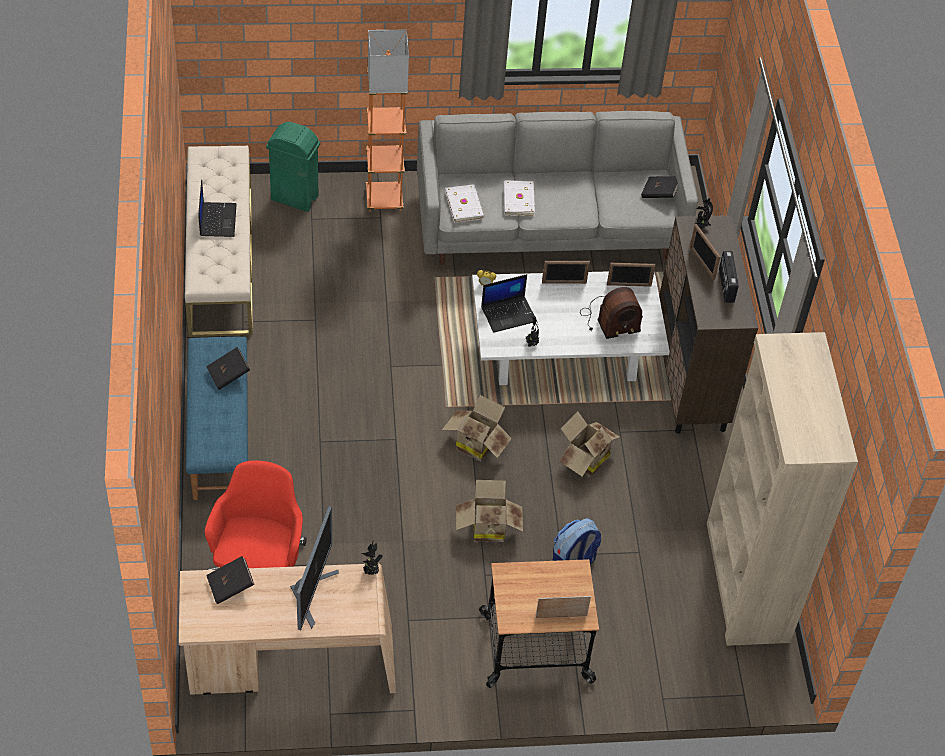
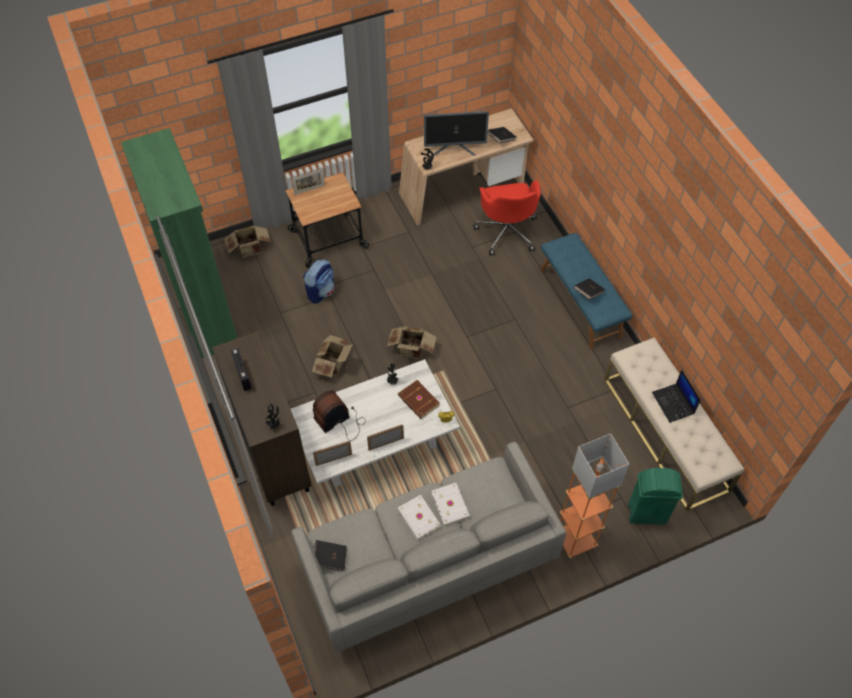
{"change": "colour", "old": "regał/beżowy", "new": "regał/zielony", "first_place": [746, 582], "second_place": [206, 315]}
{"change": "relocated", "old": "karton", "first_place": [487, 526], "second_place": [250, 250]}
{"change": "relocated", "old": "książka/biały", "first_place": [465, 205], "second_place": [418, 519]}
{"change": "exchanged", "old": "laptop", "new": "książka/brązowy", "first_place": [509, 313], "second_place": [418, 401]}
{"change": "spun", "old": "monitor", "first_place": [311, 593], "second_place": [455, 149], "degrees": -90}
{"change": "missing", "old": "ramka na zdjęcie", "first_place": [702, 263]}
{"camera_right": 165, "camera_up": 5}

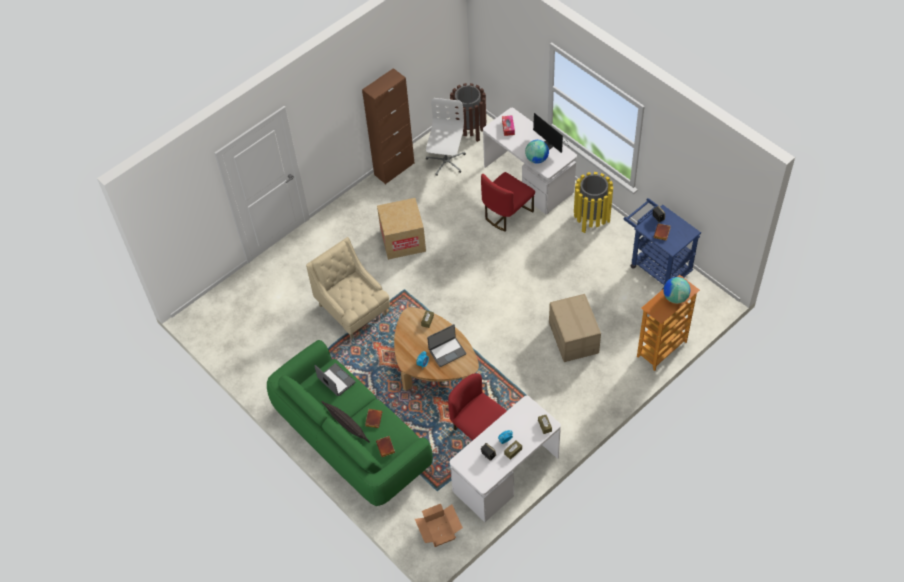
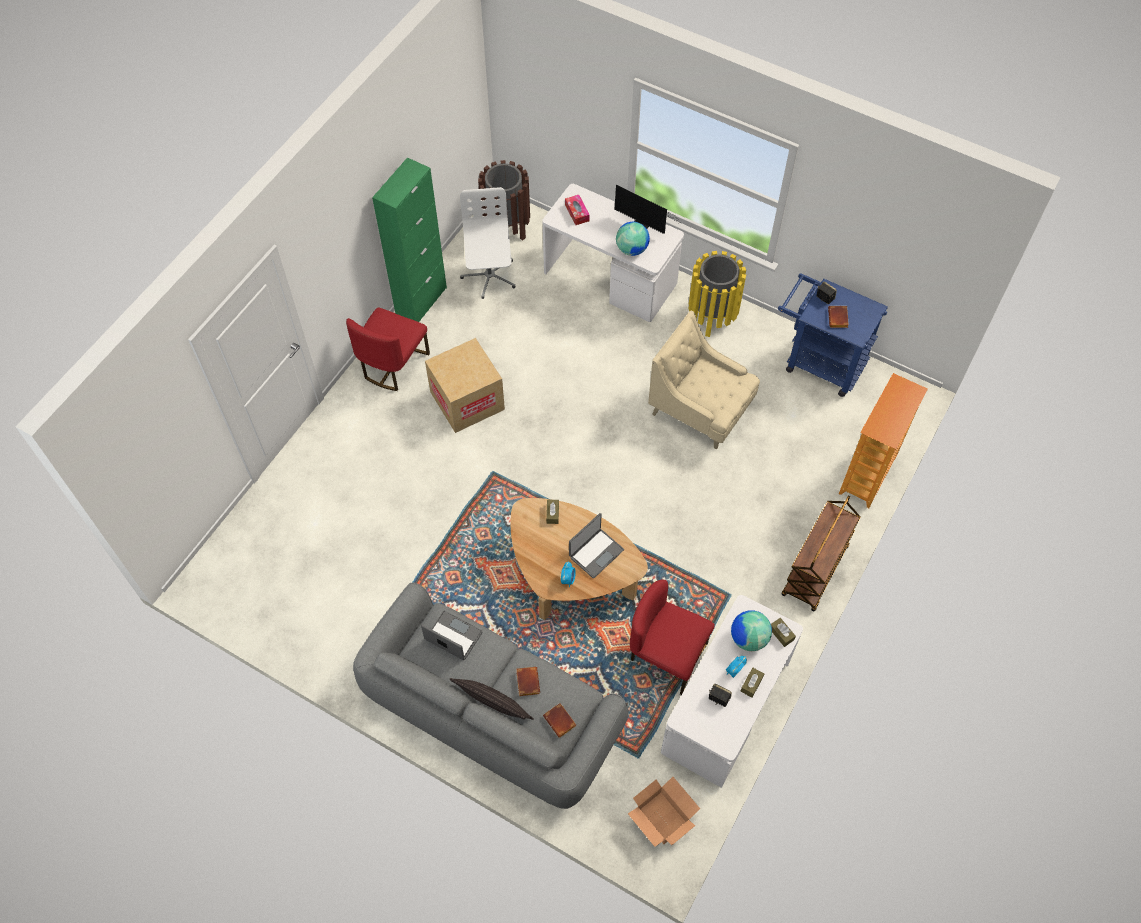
{"change": "relocated", "old": "krzesło/czerwony", "first_place": [506, 214], "second_place": [393, 364]}
{"change": "colour", "old": "kanapa/zielony", "new": "kanapa/szary", "first_place": [352, 440], "second_place": [492, 713]}
{"change": "colour", "old": "szafka/brązowy", "new": "szafka/zielony", "first_place": [394, 169], "second_place": [421, 301]}
{"change": "relocated", "old": "fotel/beżowy", "first_place": [353, 310], "second_place": [700, 410]}
{"change": "relocated", "old": "globus", "first_place": [675, 297], "second_place": [748, 638]}
{"change": "appeared", "new": "wózek/brązowy", "second_place": [815, 571]}
{"change": "missing", "old": "karton", "first_place": [574, 338]}
{"camera_right": -20, "camera_up": 5}

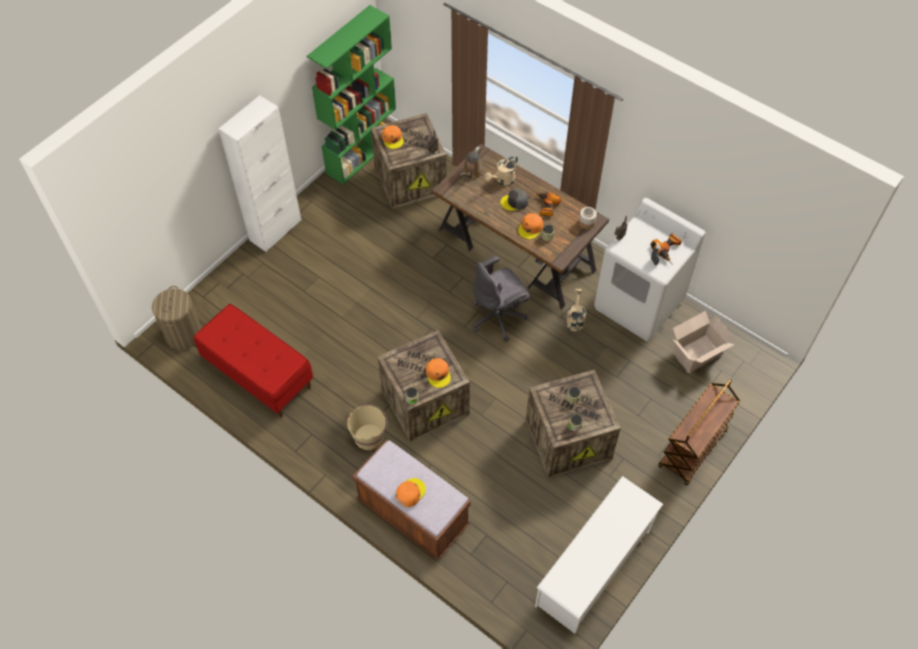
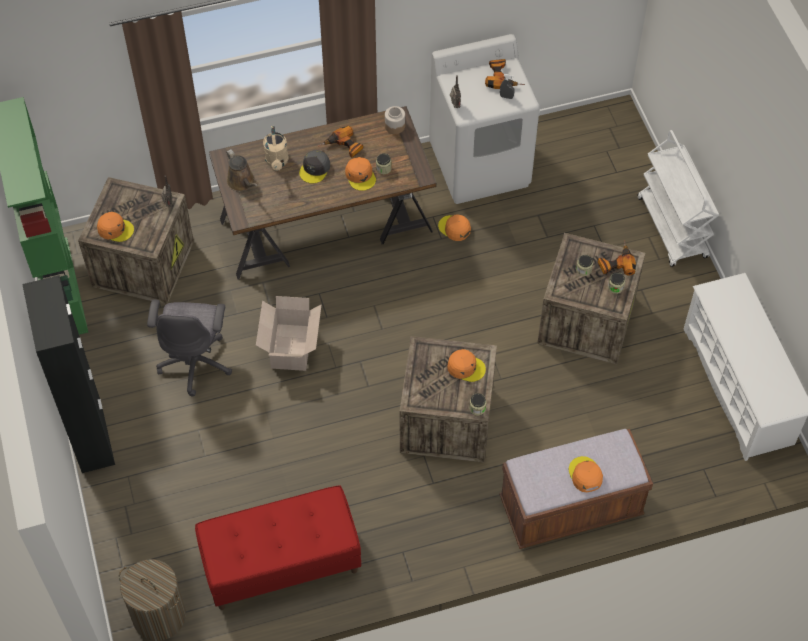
{"change": "colour", "old": "szafka/biały", "new": "szafka/czarny", "first_place": [275, 230], "second_place": [91, 437]}
{"change": "relocated", "old": "krzesło biurowe/szary", "first_place": [498, 317], "second_place": [196, 362]}
{"change": "relocated", "old": "karton", "first_place": [695, 354], "second_place": [290, 349]}
{"change": "exchanged", "old": "konewka/beżowy", "new": "czapka z daszkiem/pomarańczowy", "first_place": [575, 319], "second_place": [454, 228]}
{"change": "appeared", "new": "wiertarka", "second_place": [615, 263]}
{"change": "colour", "old": "wózek/brązowy", "new": "wózek/biały", "first_place": [692, 449], "second_place": [672, 228]}
{"change": "missing", "old": "wiadro/beżowy", "first_place": [369, 436]}
{"camera_right": -55, "camera_up": 0}

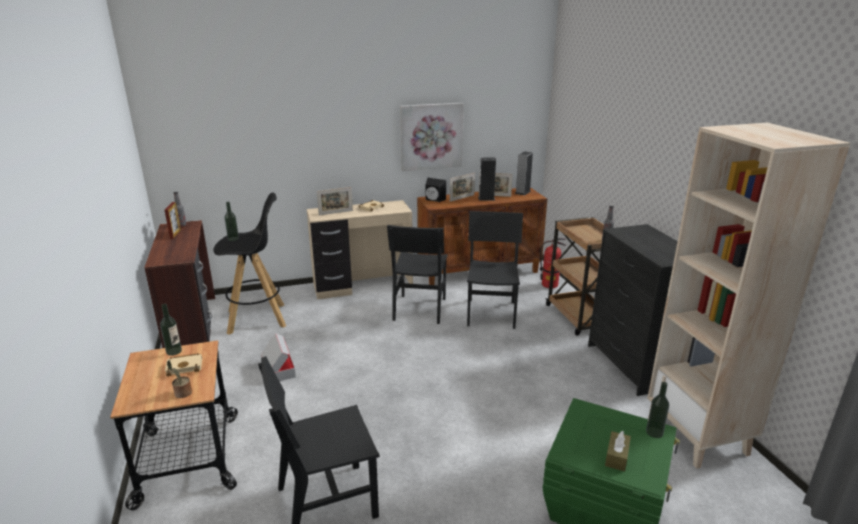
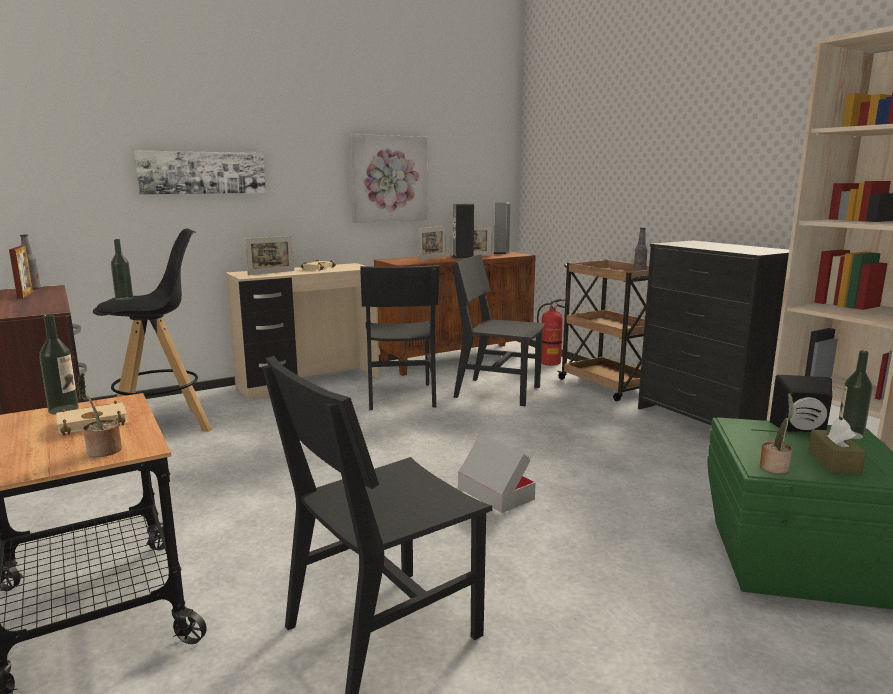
{"change": "appeared", "new": "obraz", "second_place": [202, 173]}
{"change": "spun", "old": "krzesło/czarny", "first_place": [491, 313], "second_place": [497, 392], "degrees": -60}
{"change": "relocated", "old": "karton", "first_place": [278, 369], "second_place": [495, 493]}
{"change": "appeared", "new": "roślina doniczkowa", "second_place": [775, 467]}
{"change": "relocated", "old": "głośnik/czarny", "first_place": [434, 200], "second_place": [801, 429]}
{"camera_right": -15, "camera_up": -10}

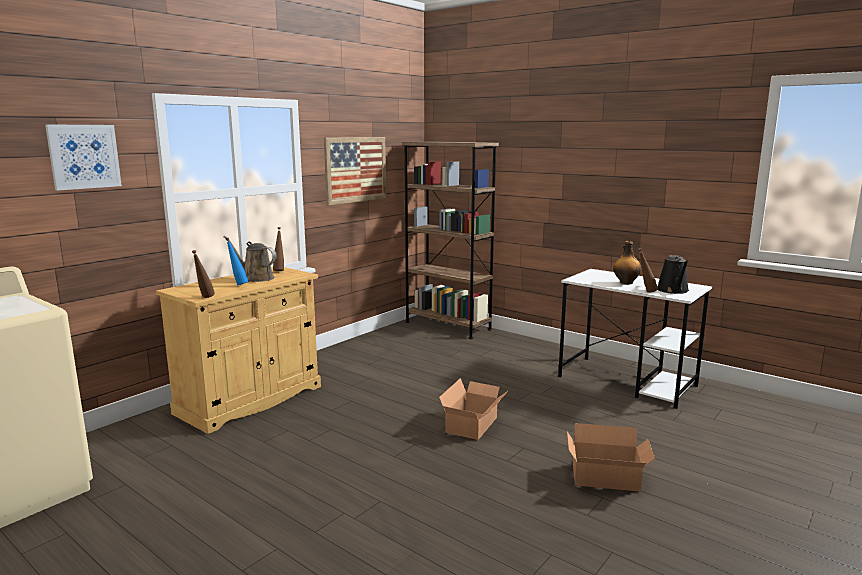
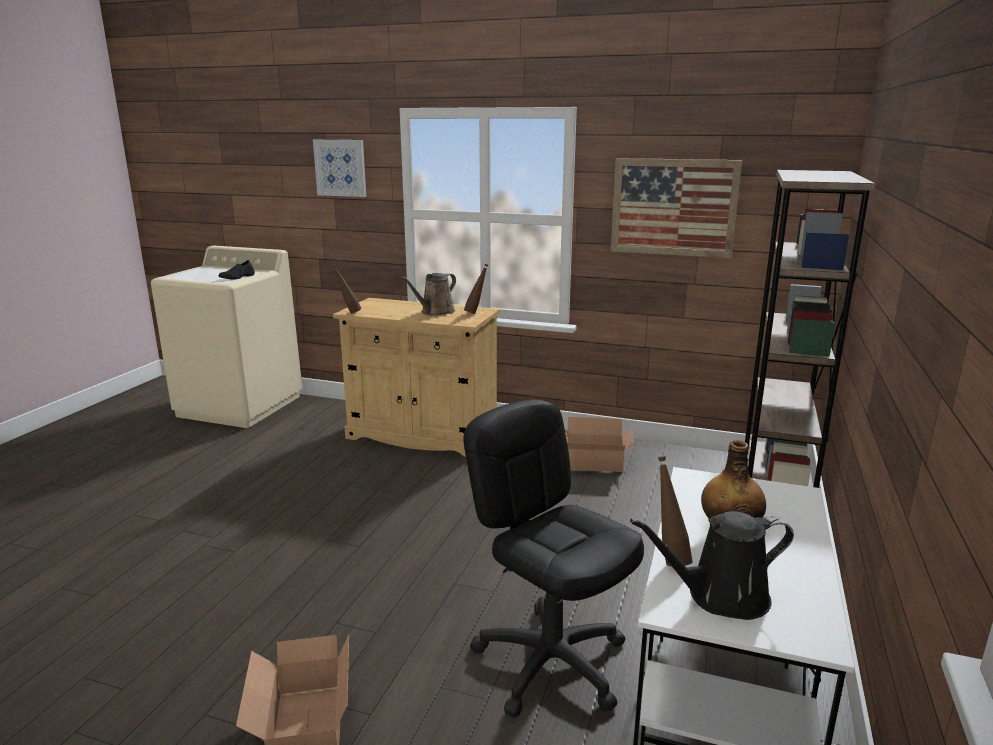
{"change": "appeared", "new": "but/czarny", "second_place": [237, 277]}
{"change": "spun", "old": "konewka/brązowy", "first_place": [255, 278], "second_place": [435, 312], "degrees": -150}
{"change": "appeared", "new": "krzesło biurowe/czarny", "second_place": [551, 662]}
{"change": "relocated", "old": "karton", "first_place": [474, 424], "second_place": [595, 463]}
{"change": "missing", "old": "butelka/niebieski", "first_place": [238, 284]}
{"camera_right": 70, "camera_up": 5}

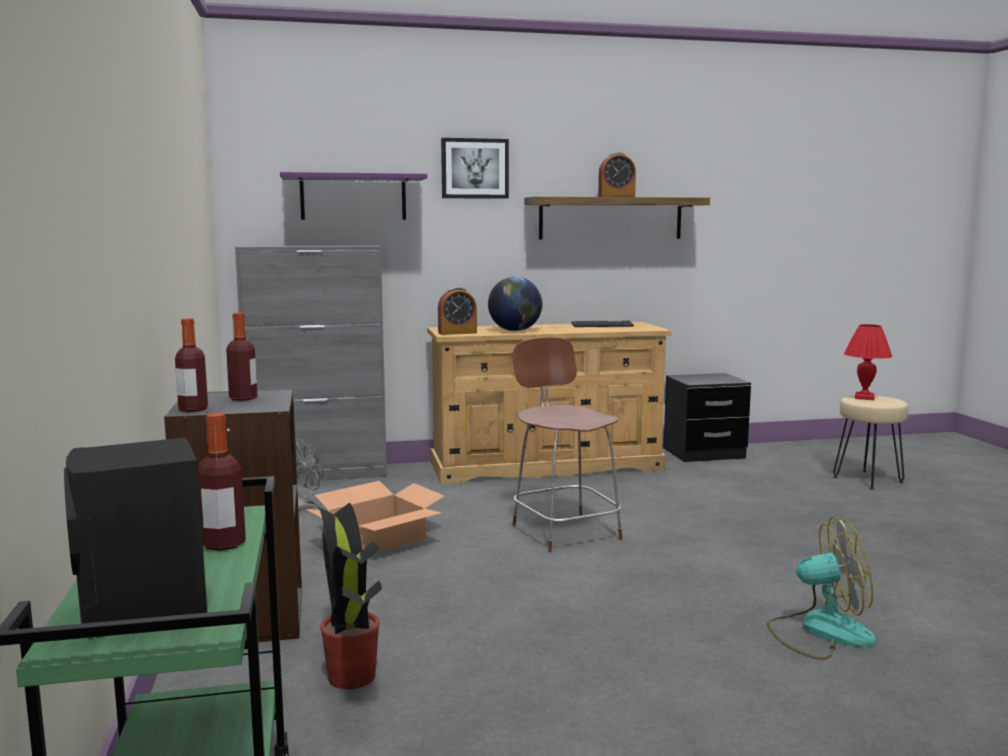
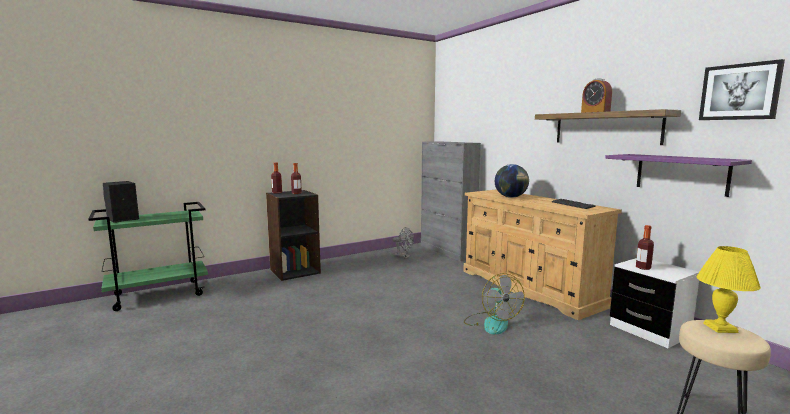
{"change": "relocated", "old": "wentylator", "first_place": [819, 632], "second_place": [491, 323]}
{"change": "relocated", "old": "półka/fioletowy", "first_place": [353, 197], "second_place": [681, 174]}
{"change": "colour", "old": "szafka nocna/czarny", "new": "szafka nocna/biały", "first_place": [704, 453], "second_place": [649, 330]}
{"change": "relocated", "old": "butelka", "first_place": [223, 544], "second_place": [643, 268]}
{"change": "colour", "old": "lampa stołowa/czerwony", "new": "lampa stołowa/żółty", "first_place": [864, 397], "second_place": [720, 327]}
{"change": "relocated", "old": "obraz", "first_place": [474, 168], "second_place": [739, 92]}
{"change": "missing", "old": "karton", "first_place": [377, 539]}
{"change": "missing", "old": "roślina doniczkowa", "first_place": [351, 675]}
{"change": "missing", "old": "budzik", "first_place": [457, 333]}
{"change": "missing", "old": "krzesło/brązowy", "first_place": [564, 530]}
{"camera_right": 70, "camera_up": 0}

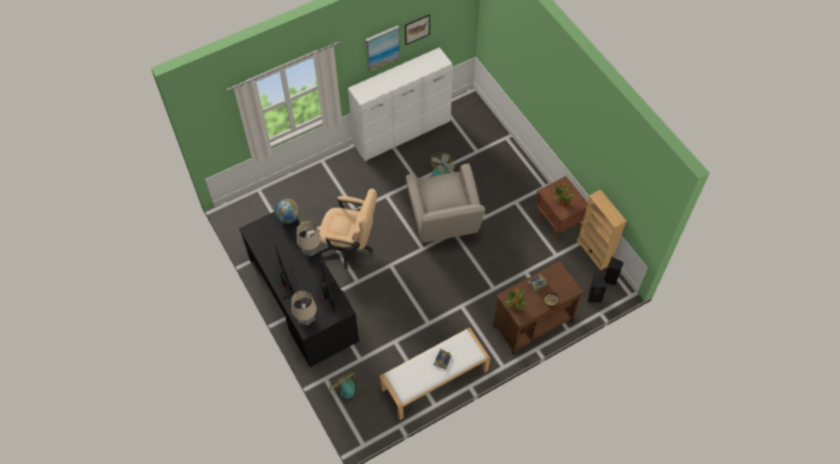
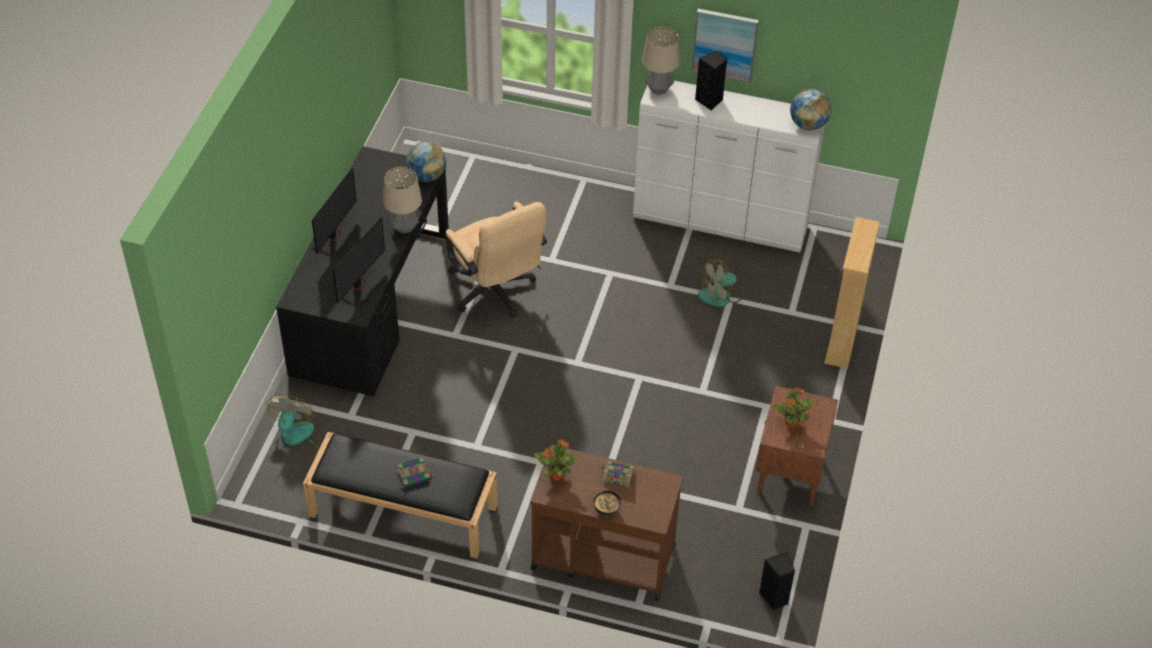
{"change": "colour", "old": "ławka/biały", "new": "ławka/czarny", "first_place": [434, 380], "second_place": [401, 511]}
{"change": "relocated", "old": "lampa stołowa", "first_place": [306, 320], "second_place": [658, 90]}
{"change": "relocated", "old": "głośnik/czarny", "first_place": [594, 297], "second_place": [710, 101]}
{"change": "appeared", "new": "globus", "second_place": [808, 124]}
{"change": "relocated", "old": "regał/beżowy", "first_place": [594, 252], "second_place": [842, 340]}
{"change": "missing", "old": "obraz", "first_place": [417, 29]}
{"change": "missing", "old": "fotel/beżowy", "first_place": [444, 222]}
{"camera_right": 45, "camera_up": -10}

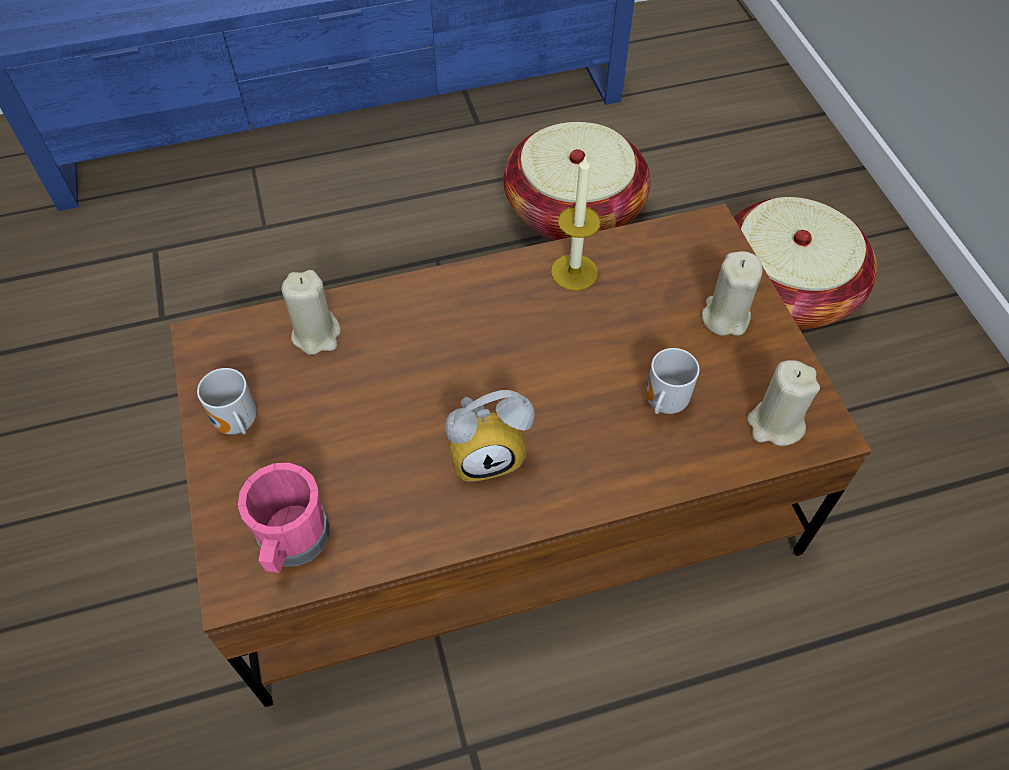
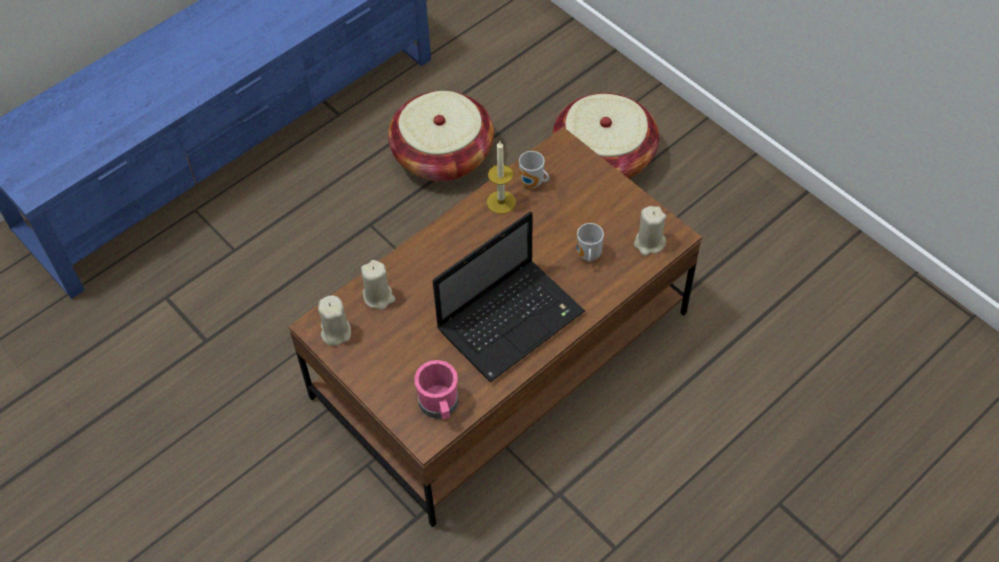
{"change": "relocated", "old": "świeca/beżowy", "first_place": [725, 317], "second_place": [335, 332]}
{"change": "exchanged", "old": "budzik", "new": "laptop", "first_place": [488, 452], "second_place": [512, 319]}
{"change": "relocated", "old": "kubek", "first_place": [236, 425], "second_place": [532, 183]}
{"camera_right": -25, "camera_up": 0}

